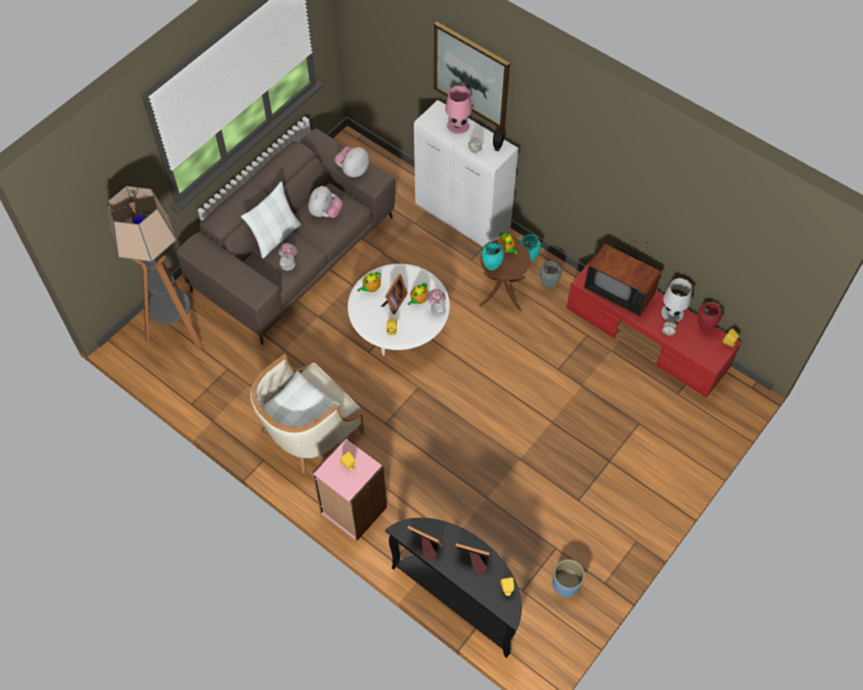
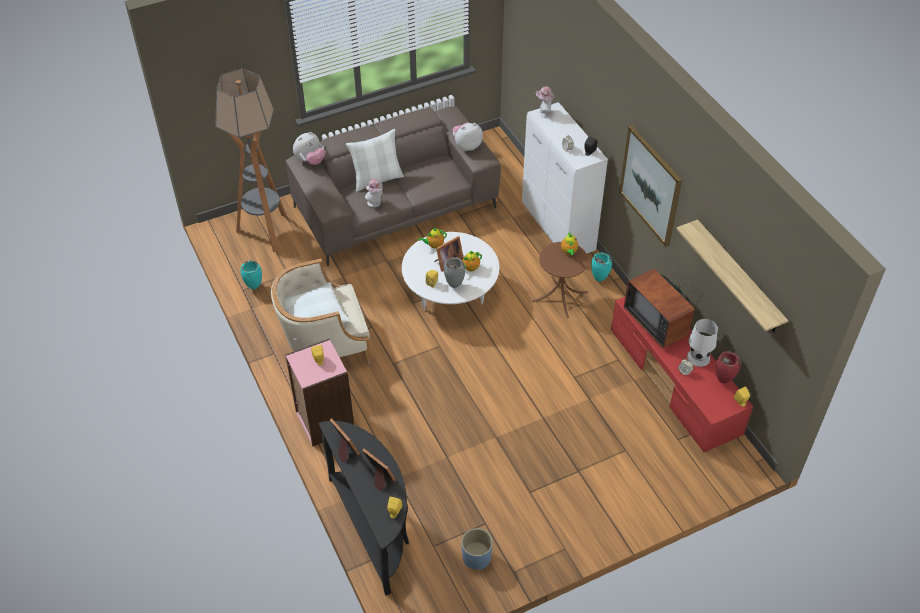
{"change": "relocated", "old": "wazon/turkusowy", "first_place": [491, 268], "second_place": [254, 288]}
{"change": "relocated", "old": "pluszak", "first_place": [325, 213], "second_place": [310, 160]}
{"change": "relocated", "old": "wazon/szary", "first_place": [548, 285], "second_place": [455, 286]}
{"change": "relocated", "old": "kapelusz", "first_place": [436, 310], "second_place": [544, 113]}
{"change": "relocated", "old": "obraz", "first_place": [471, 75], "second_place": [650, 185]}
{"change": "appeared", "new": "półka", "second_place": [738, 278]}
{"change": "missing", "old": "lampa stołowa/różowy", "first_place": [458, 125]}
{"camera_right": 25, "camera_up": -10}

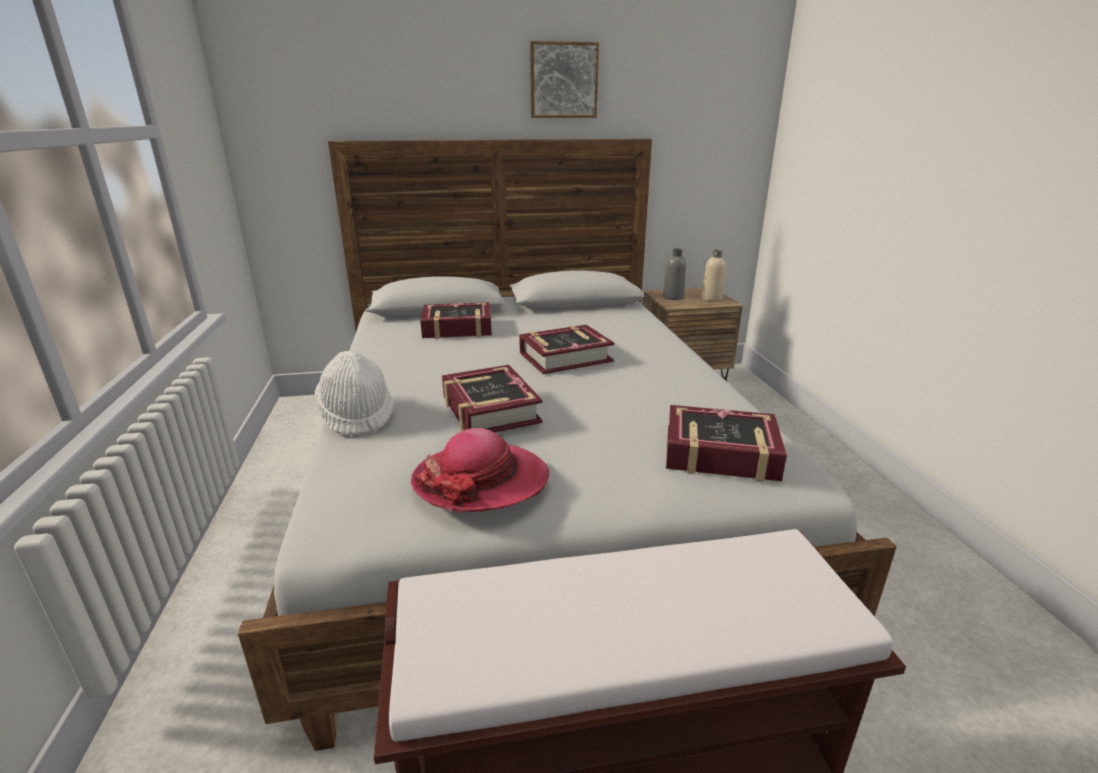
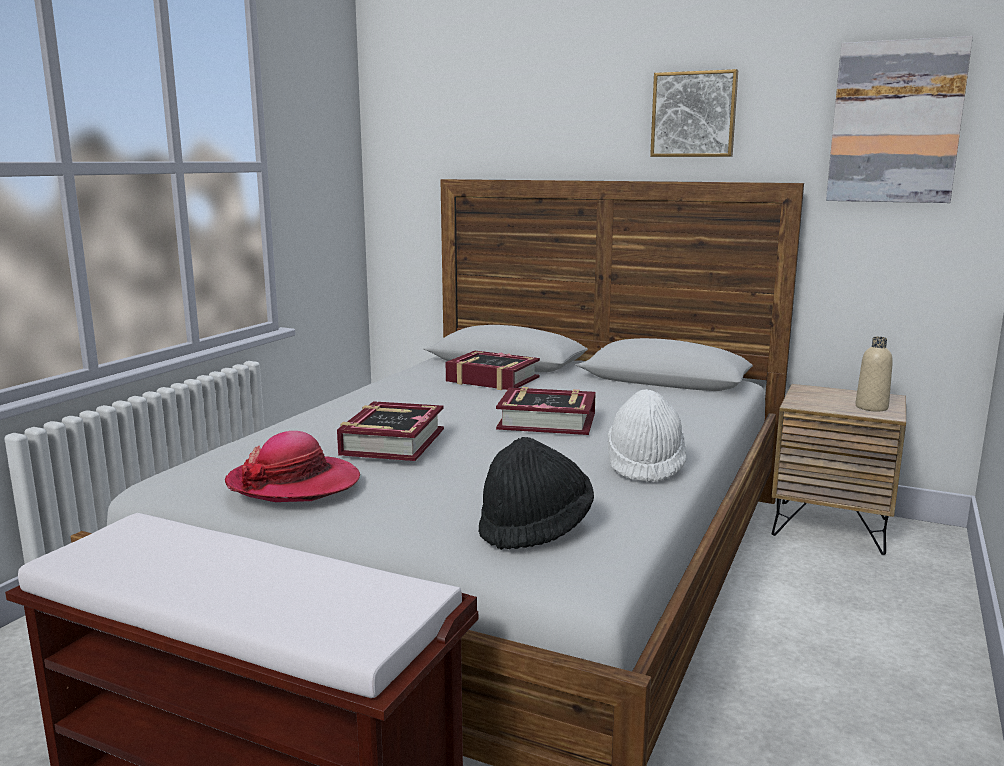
{"change": "exchanged", "old": "książka", "new": "kapelusz/czarny", "first_place": [720, 454], "second_place": [535, 528]}
{"change": "relocated", "old": "kapelusz/biały", "first_place": [357, 415], "second_place": [645, 465]}
{"change": "appeared", "new": "obraz", "second_place": [895, 122]}
{"change": "missing", "old": "butelka/szary", "first_place": [673, 297]}
{"camera_right": 35, "camera_up": -10}

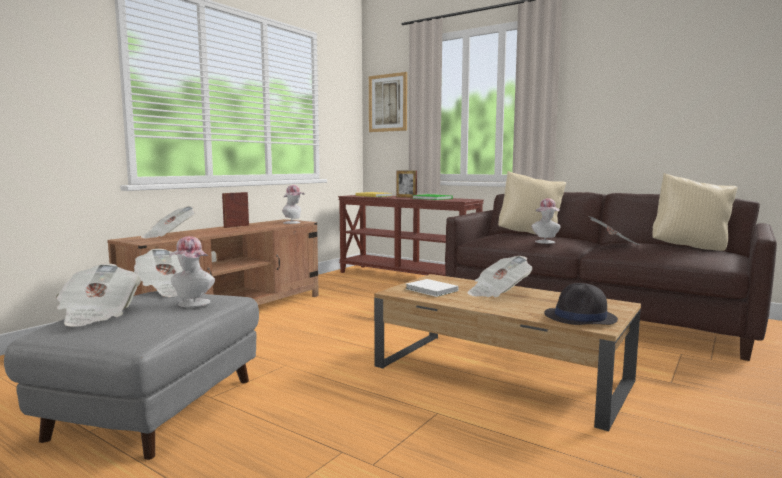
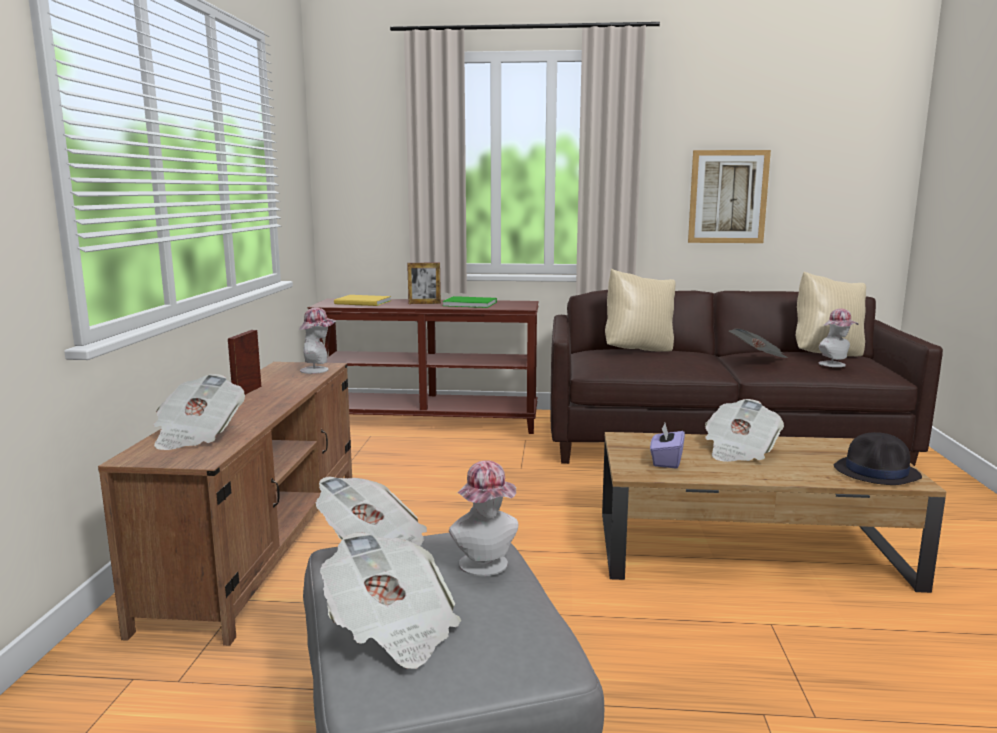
{"change": "exchanged", "old": "książka/biały", "new": "pudełko chusteczek/fioletowy", "first_place": [432, 290], "second_place": [666, 461]}
{"change": "relocated", "old": "obraz", "first_place": [388, 103], "second_place": [728, 197]}
{"change": "relocated", "old": "kapelusz", "first_place": [546, 242], "second_place": [835, 365]}
{"camera_right": -30, "camera_up": 5}

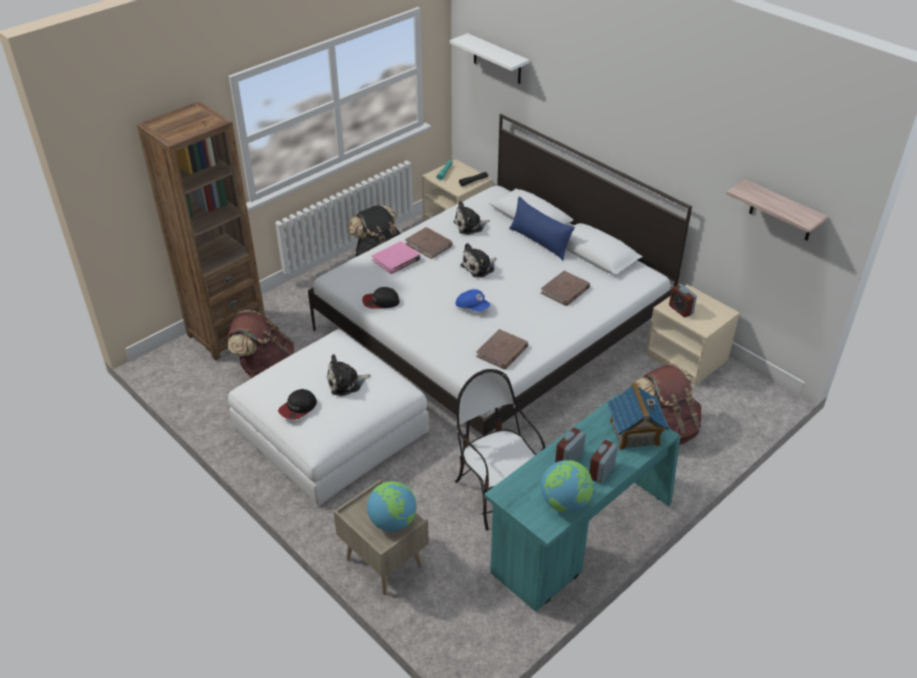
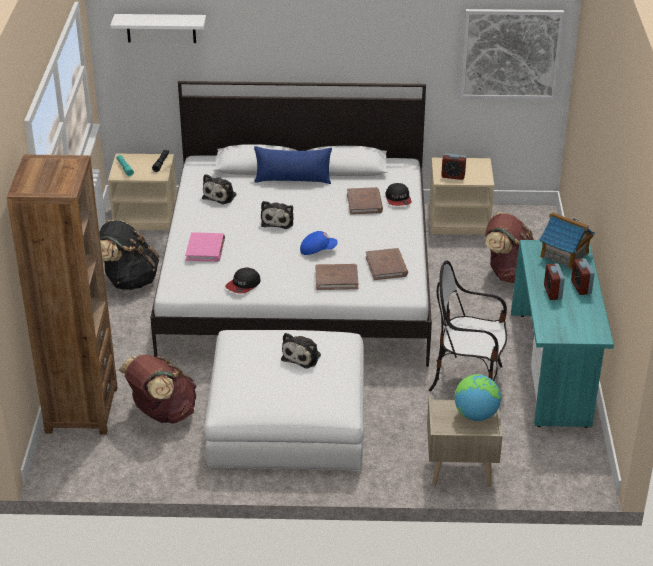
{"change": "relocated", "old": "książka/brązowy", "first_place": [429, 245], "second_place": [336, 279]}
{"change": "relocated", "old": "czapka z daszkiem", "first_place": [298, 408], "second_place": [398, 199]}
{"change": "exchanged", "old": "półka", "new": "obraz", "first_place": [781, 211], "second_place": [510, 54]}
{"change": "missing", "old": "globus", "first_place": [565, 503]}
{"camera_right": -45, "camera_up": -5}

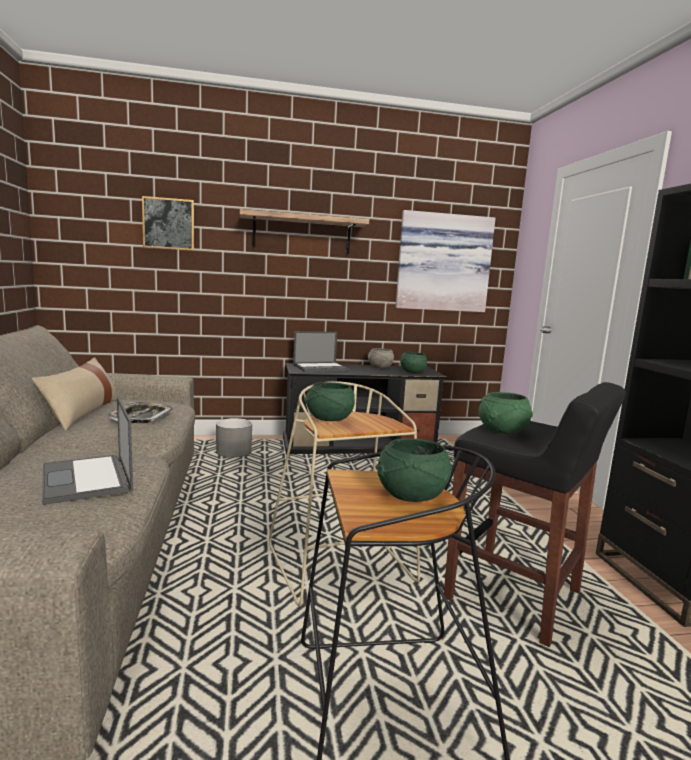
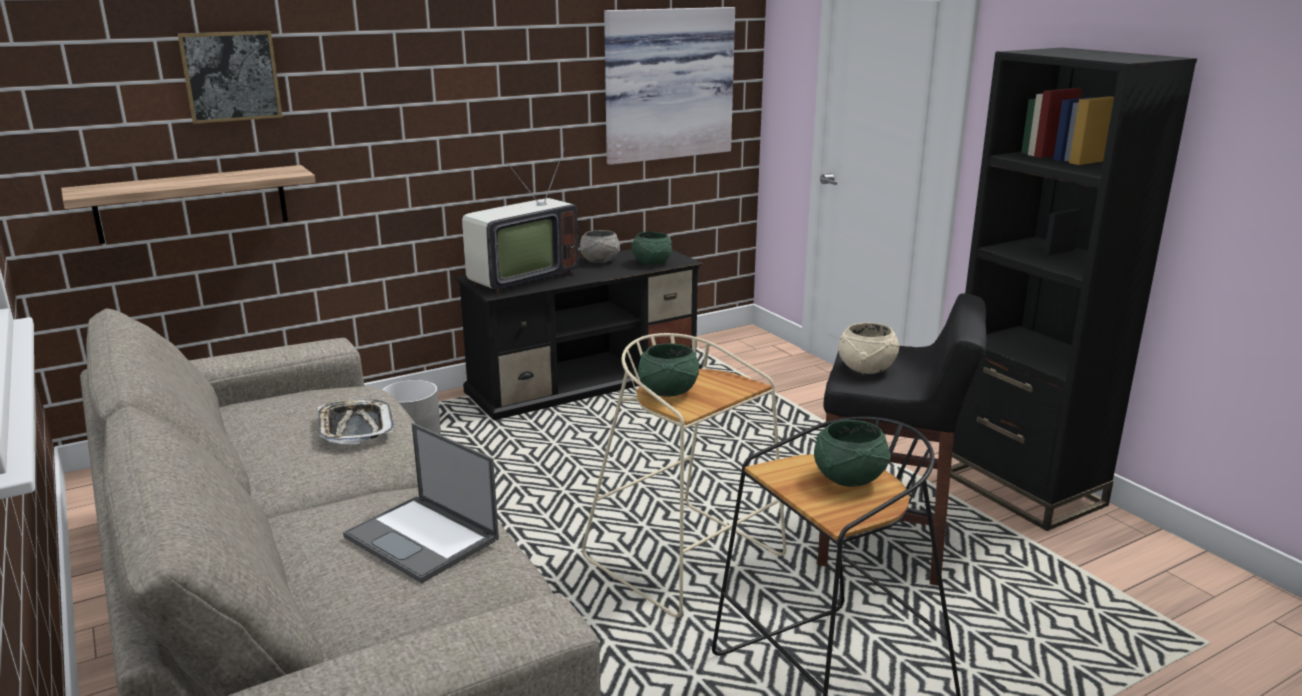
{"change": "relocated", "old": "półka", "first_place": [302, 234], "second_place": [192, 204]}
{"change": "exchanged", "old": "laptop", "new": "telewizor", "first_place": [321, 367], "second_place": [519, 278]}
{"change": "colour", "old": "miska/zielony", "new": "miska/beżowy", "first_place": [502, 431], "second_place": [866, 369]}
{"change": "missing", "old": "poduszka/beżowy", "first_place": [82, 413]}
{"camera_right": -20, "camera_up": 10}

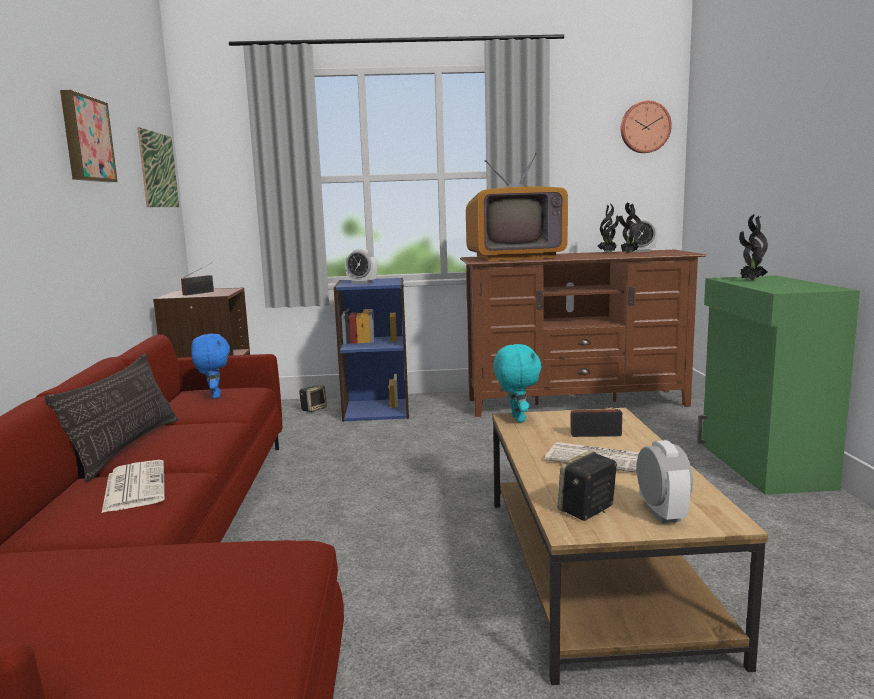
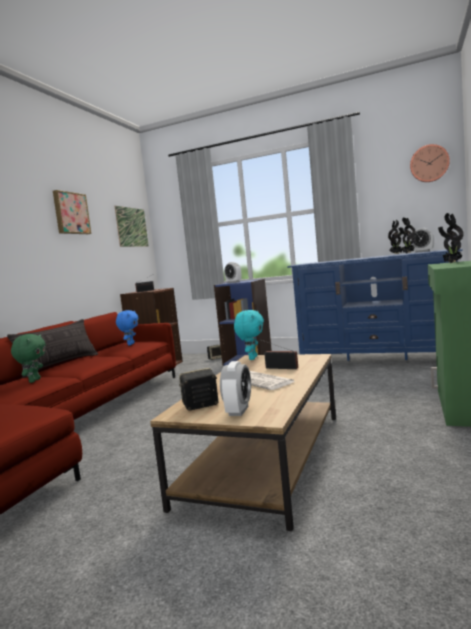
{"change": "exchanged", "old": "gazeta", "new": "pluszak/zielony", "first_place": [134, 486], "second_place": [34, 380]}
{"change": "colour", "old": "szafka pod telewizor/brązowy", "new": "szafka pod telewizor/niebieski", "first_place": [576, 402], "second_place": [377, 359]}
{"change": "missing", "old": "telewizor", "first_place": [515, 257]}
{"camera_right": 25, "camera_up": -5}

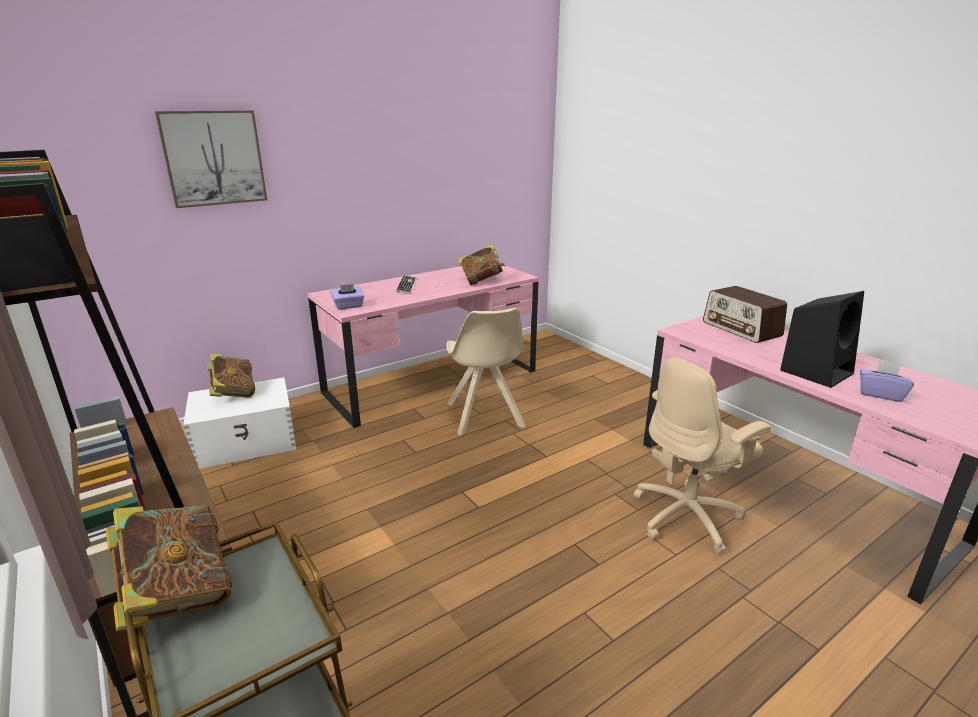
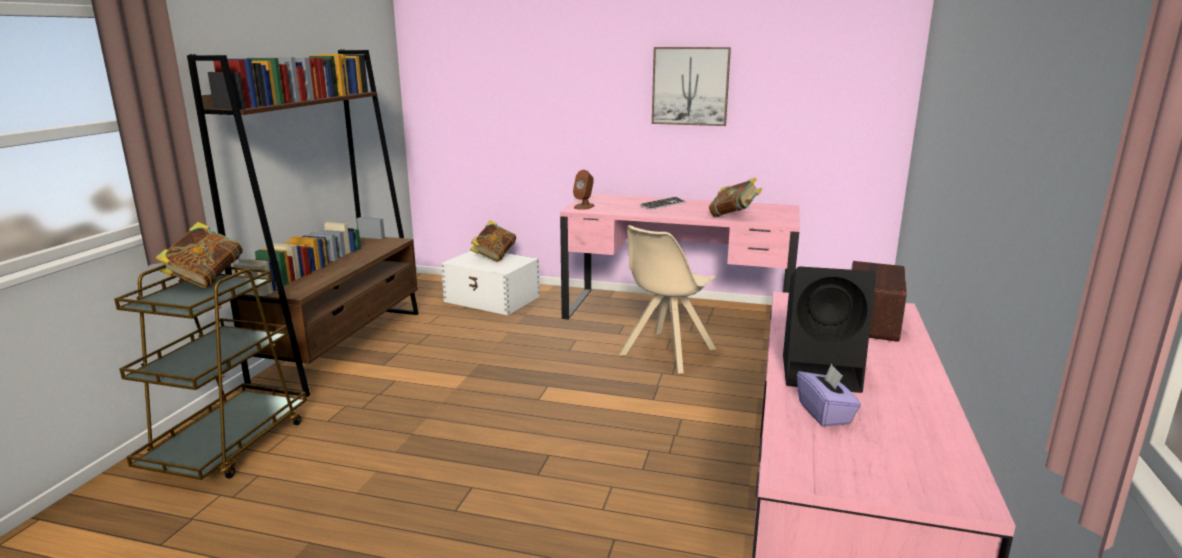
{"change": "exchanged", "old": "pudełko chusteczek/fioletowy", "new": "głośnik/brązowy", "first_place": [348, 306], "second_place": [584, 206]}
{"change": "relocated", "old": "obraz", "first_place": [214, 158], "second_place": [690, 86]}
{"change": "missing", "old": "krzesło biurowe/beżowy", "first_place": [688, 517]}
{"camera_right": 50, "camera_up": -5}

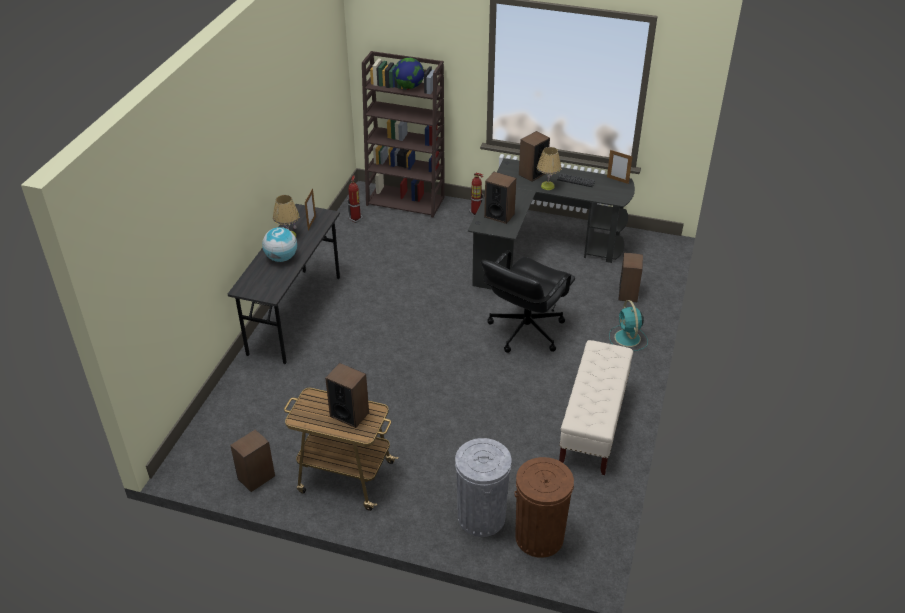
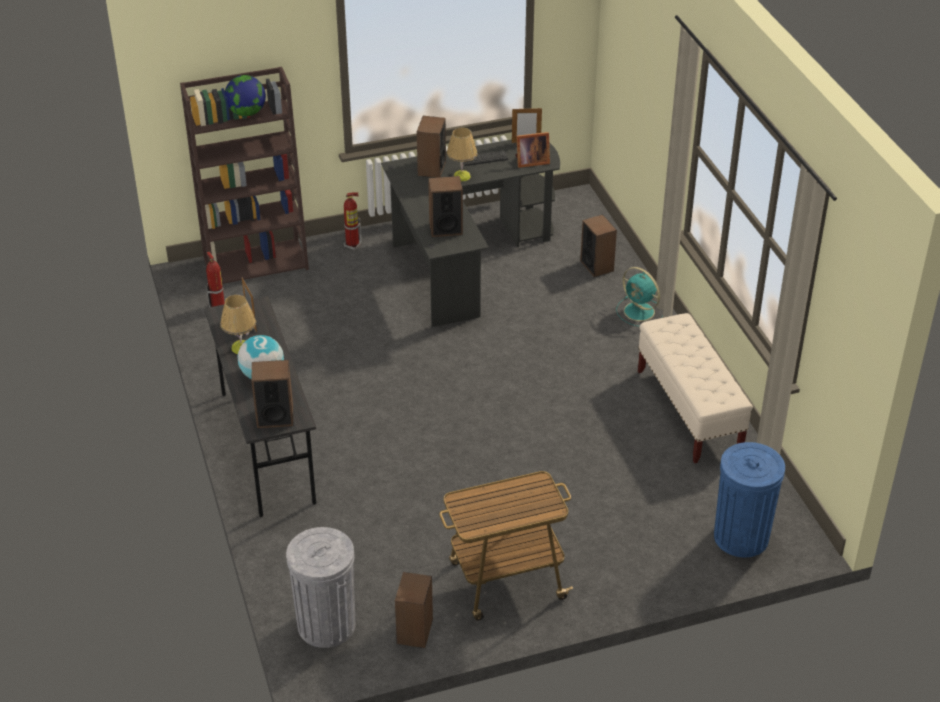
{"change": "relocated", "old": "głośnik", "first_place": [349, 414], "second_place": [275, 417]}
{"change": "relocated", "old": "kosz na śmieci/szary", "first_place": [481, 517], "second_place": [326, 625]}
{"change": "appeared", "new": "ramka na zdjęcie", "second_place": [530, 162]}
{"change": "colour", "old": "kosz na śmieci/brązowy", "new": "kosz na śmieci/niebieski", "first_place": [539, 537], "second_place": [741, 537]}
{"change": "missing", "old": "krzesło biurowe/czarny", "first_place": [525, 330]}
{"camera_right": -35, "camera_up": 0}

